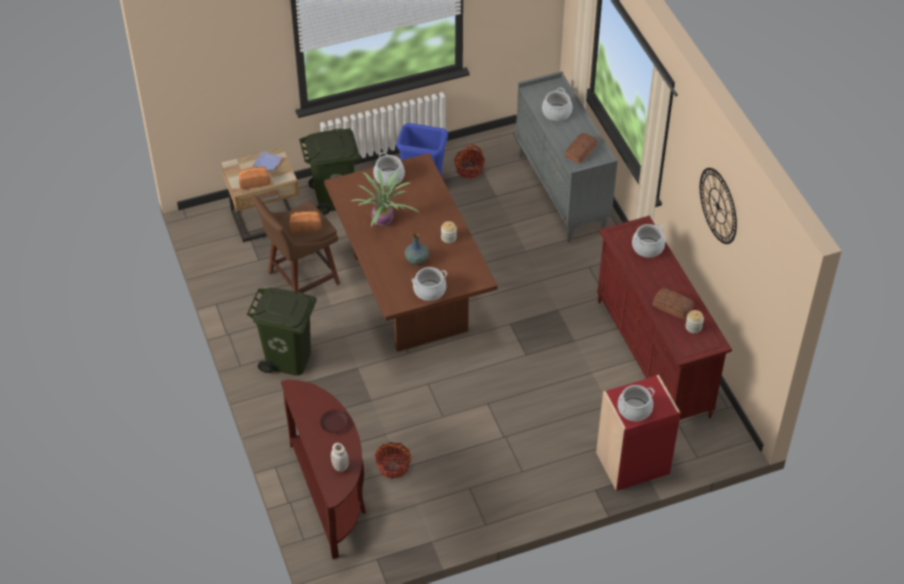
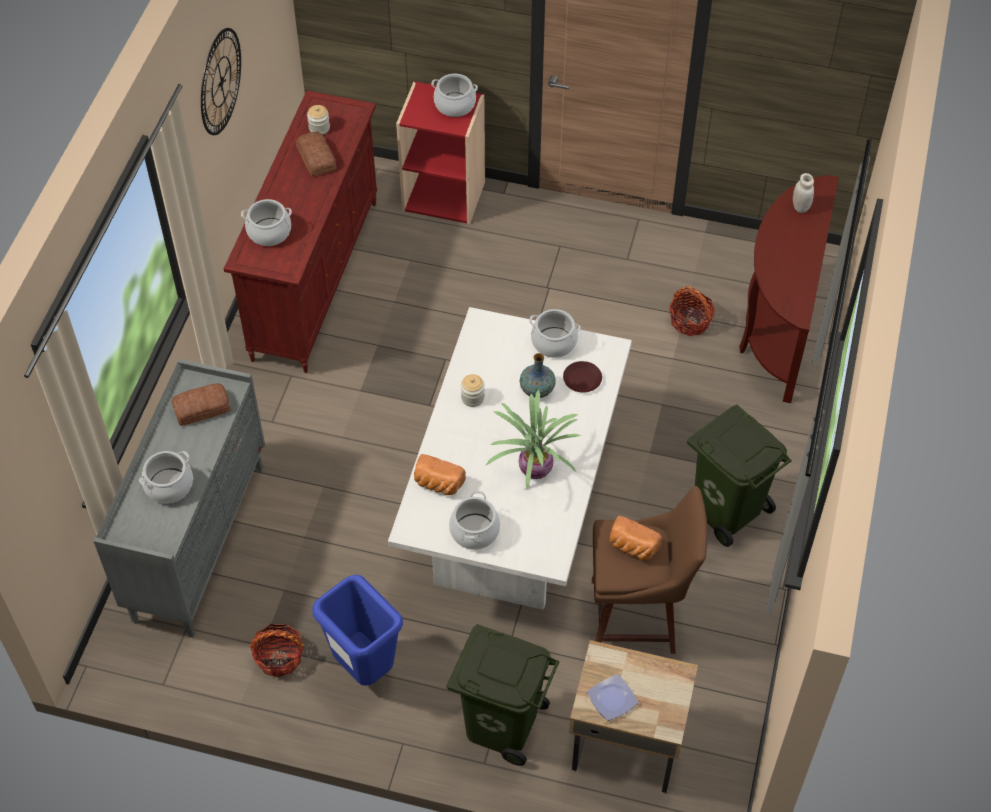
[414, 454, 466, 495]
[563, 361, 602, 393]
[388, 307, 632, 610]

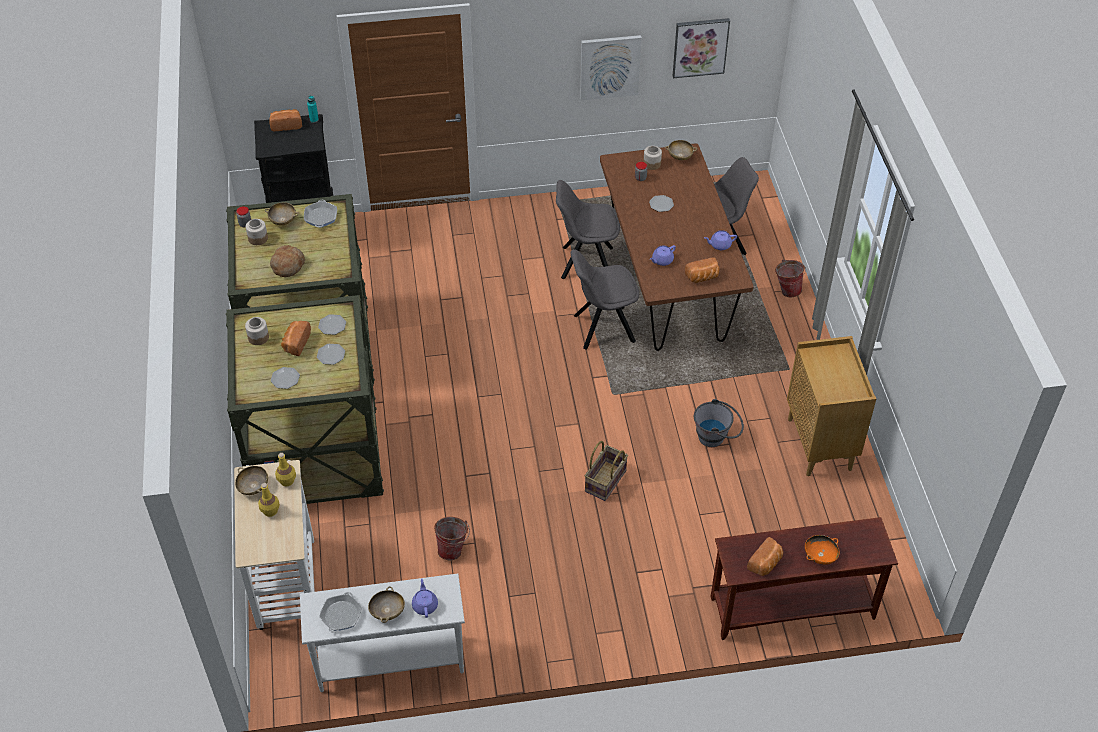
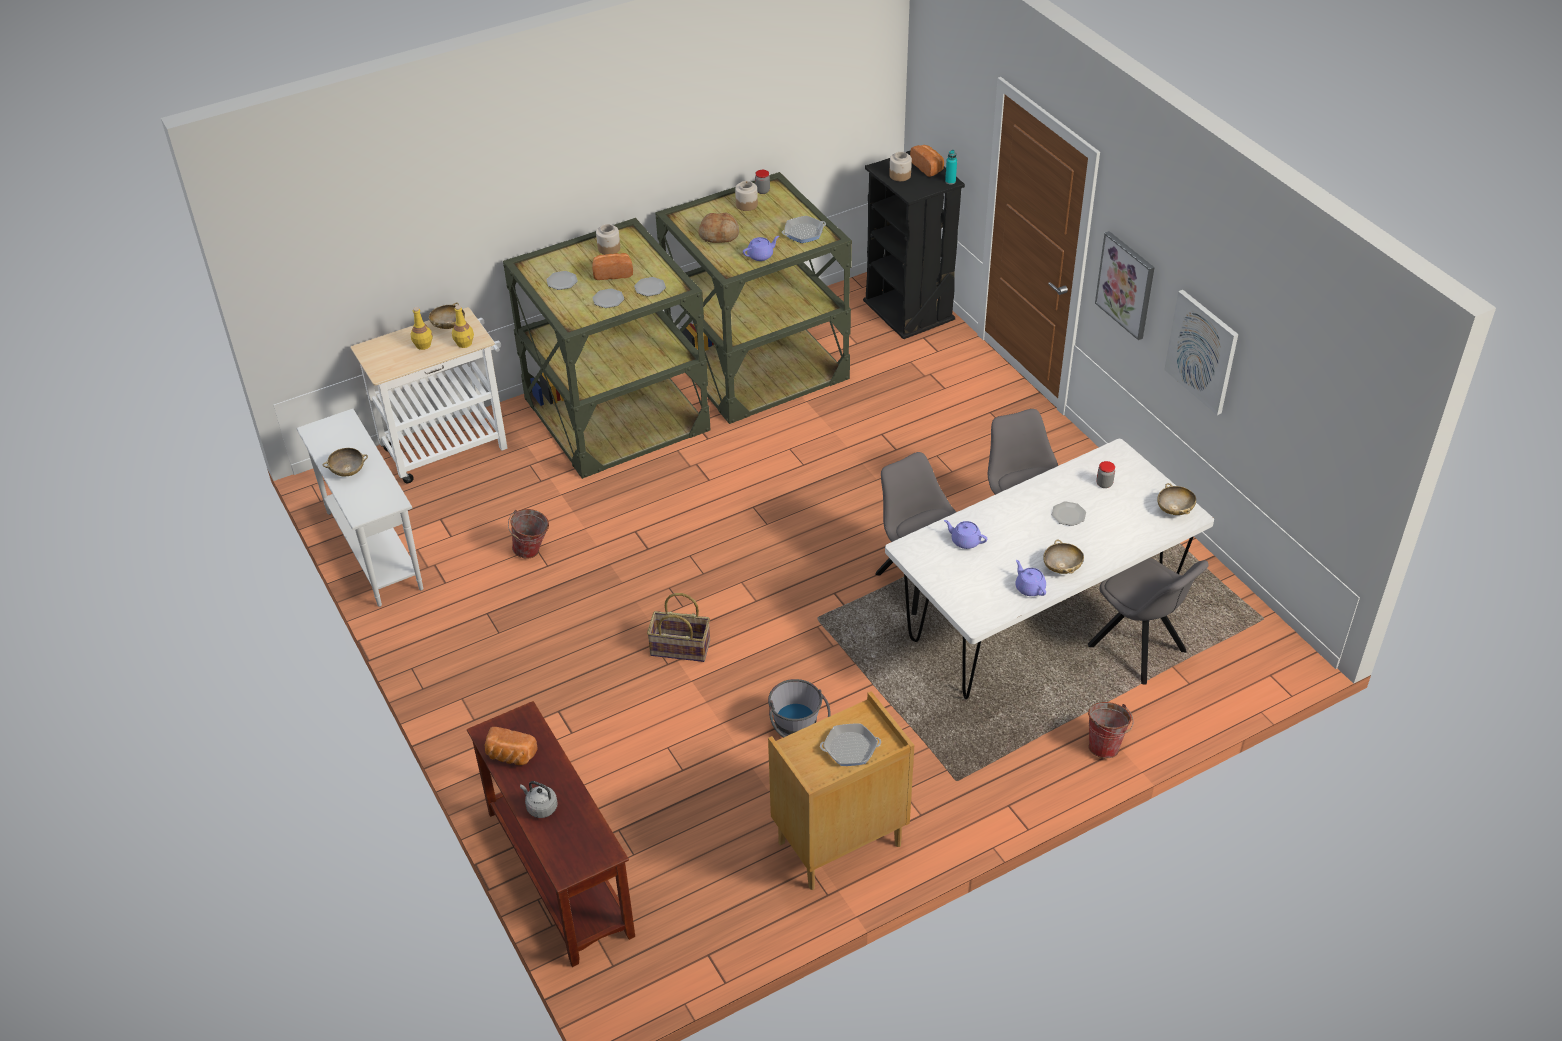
[685, 257, 719, 283] (first image)
[1043, 539, 1084, 574]
[820, 724, 881, 766]
[743, 236, 779, 261]
[889, 152, 912, 181]
[1095, 231, 1155, 340]
[520, 781, 558, 818]
[885, 439, 1214, 699]

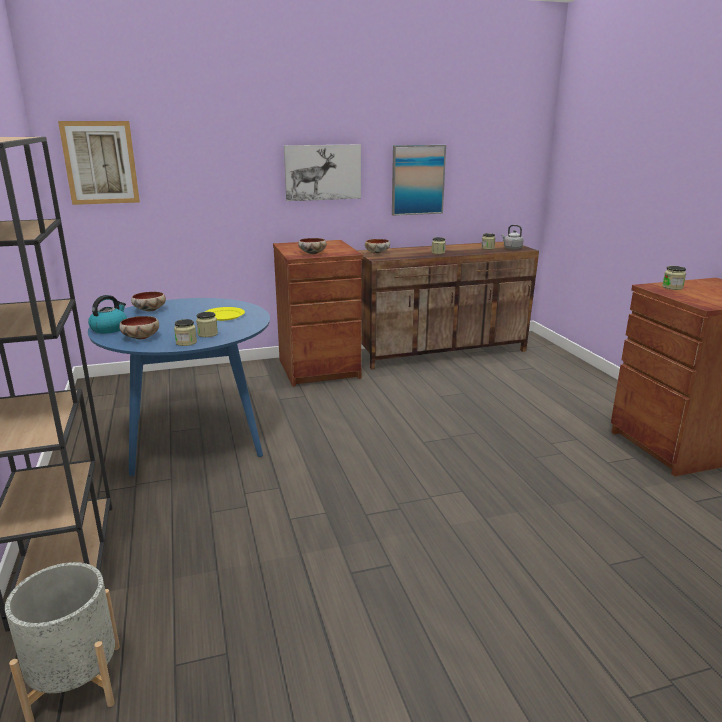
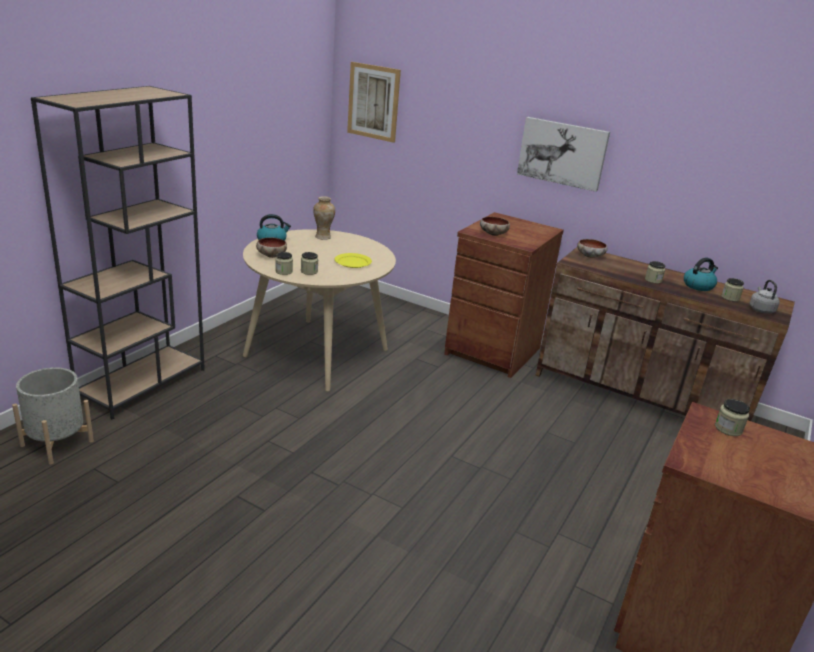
[392, 145, 446, 216] (first image)
[684, 258, 718, 291]
[313, 196, 335, 240]
[243, 229, 396, 391]

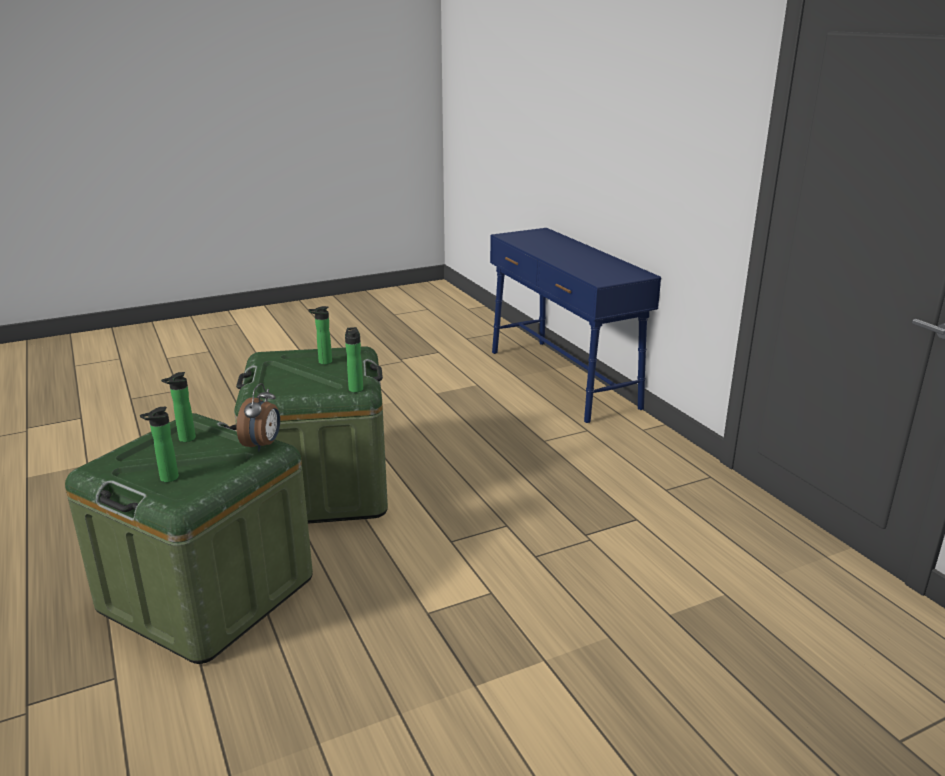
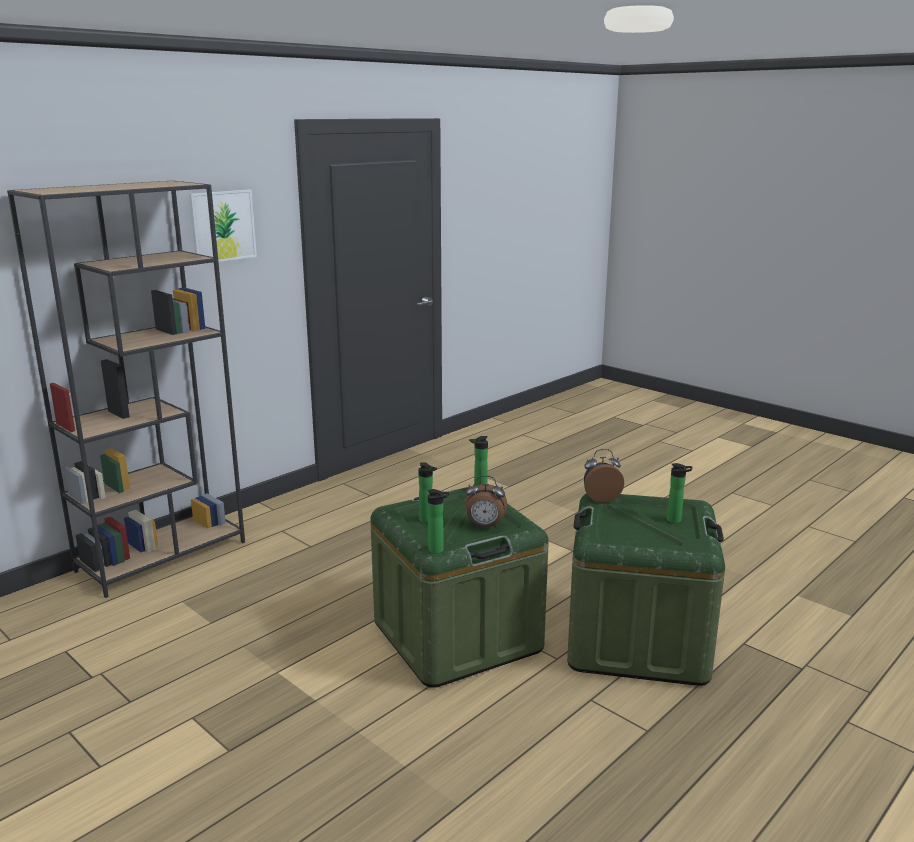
[189, 190, 257, 265]
[465, 475, 507, 528]
[427, 489, 450, 554]
[7, 181, 245, 598]

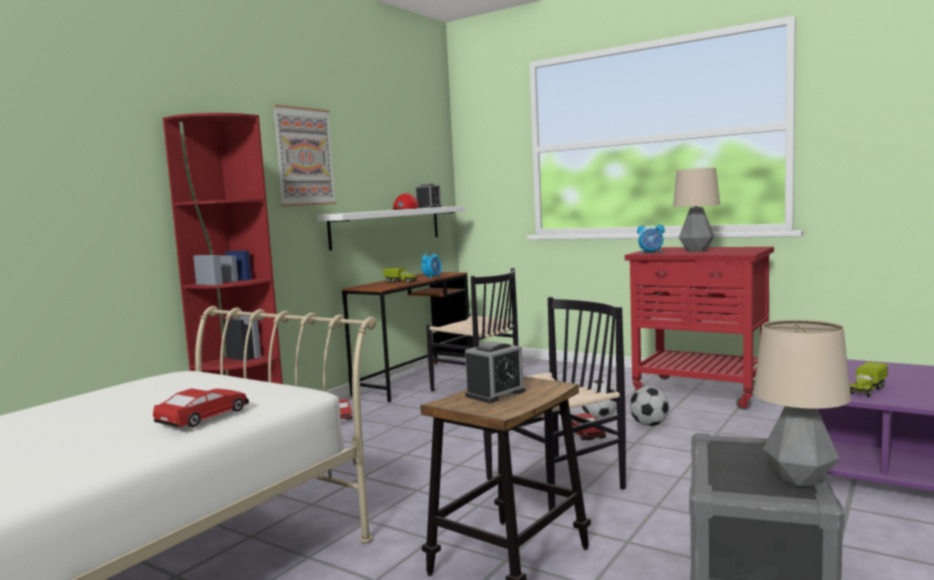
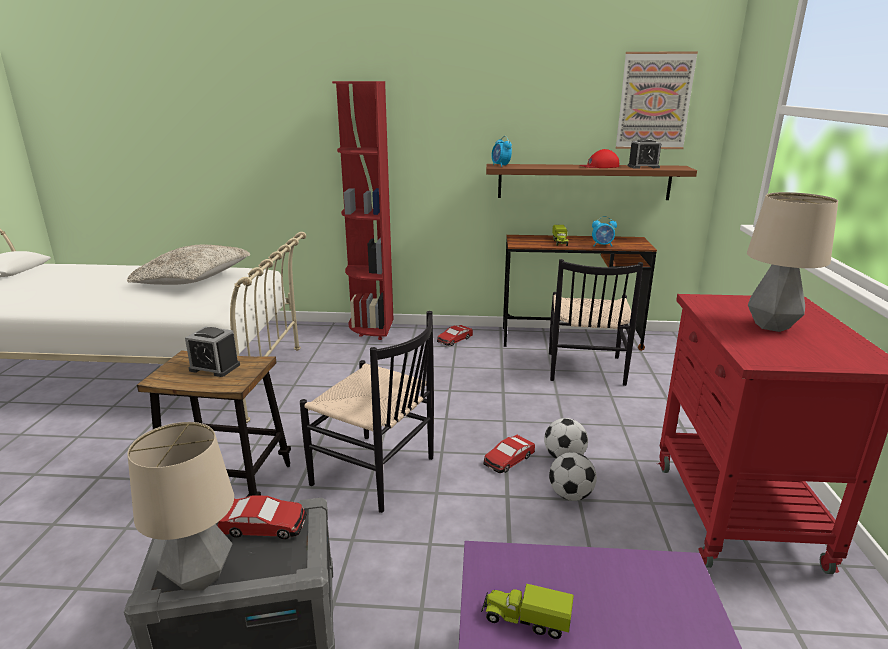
[127, 244, 250, 285]
[217, 495, 307, 540]
[616, 52, 698, 149]
[491, 136, 512, 167]
[486, 164, 697, 200]

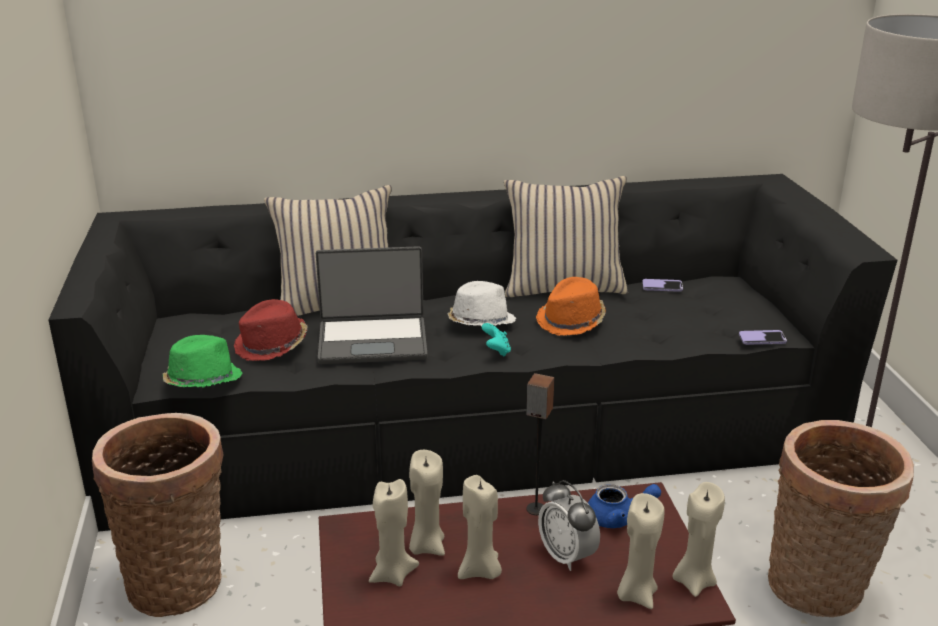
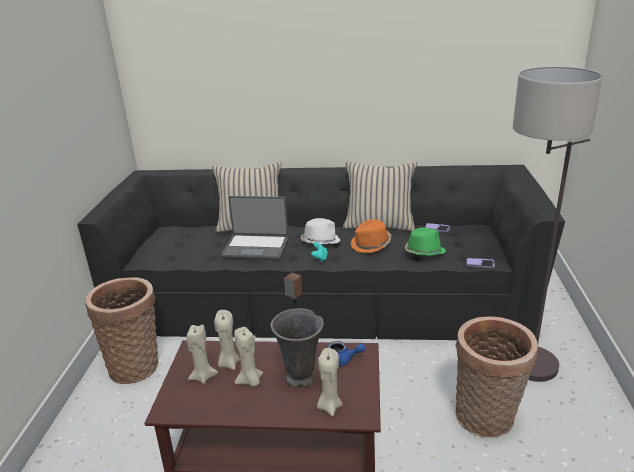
[234, 299, 307, 361] (first image)
[672, 482, 725, 597] (first image)
[404, 228, 446, 256]
[271, 308, 324, 388]

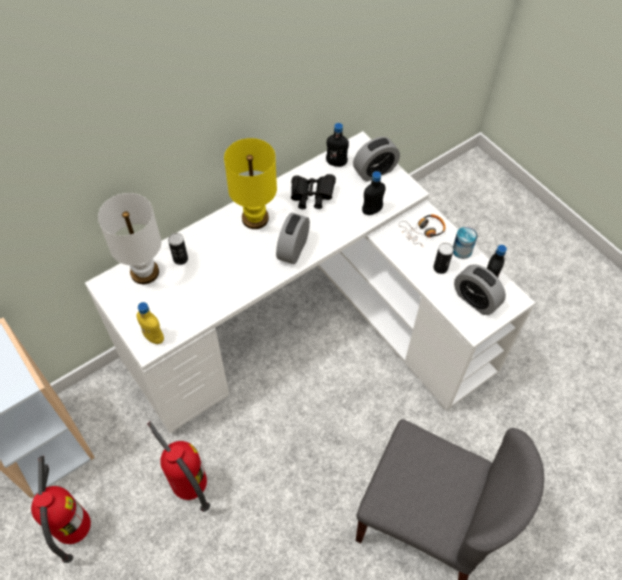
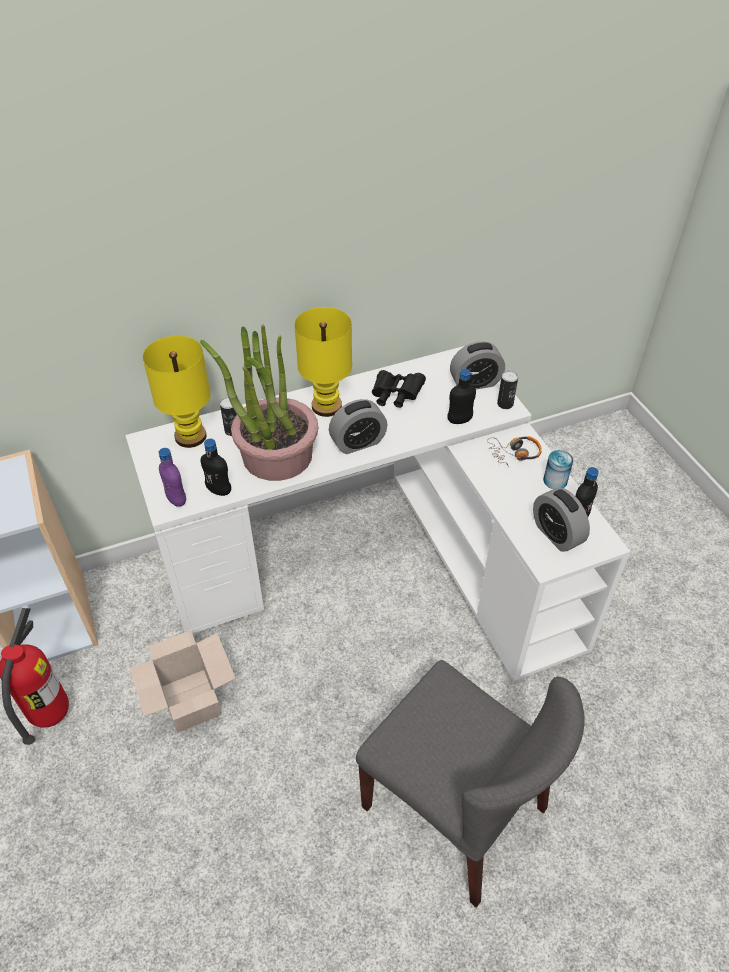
[200, 325, 318, 481]
[200, 438, 231, 496]
[497, 371, 518, 409]
[129, 630, 236, 733]
[143, 336, 211, 448]
[159, 448, 186, 507]
[329, 399, 387, 454]

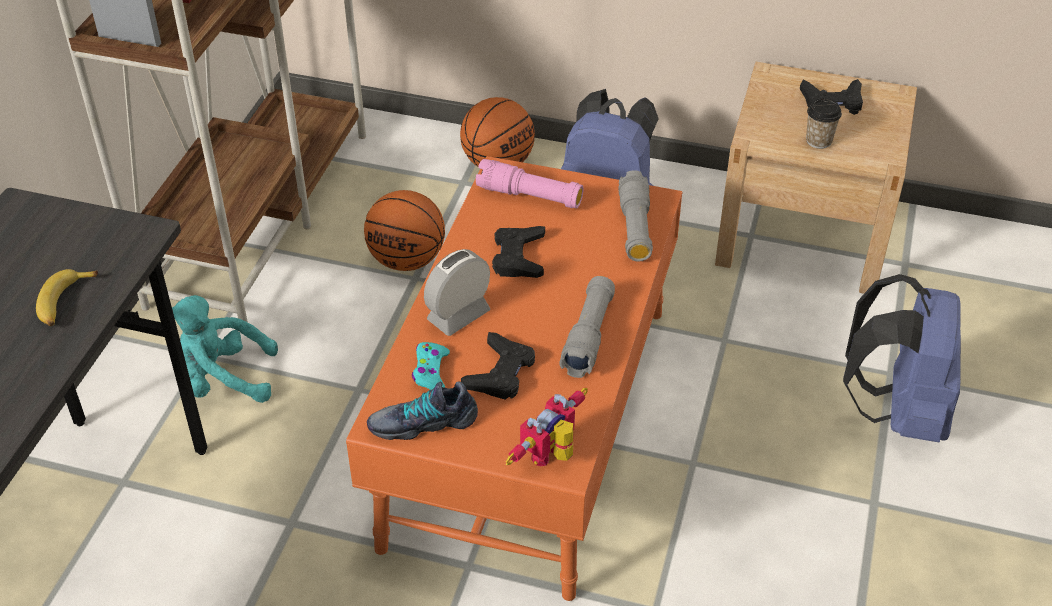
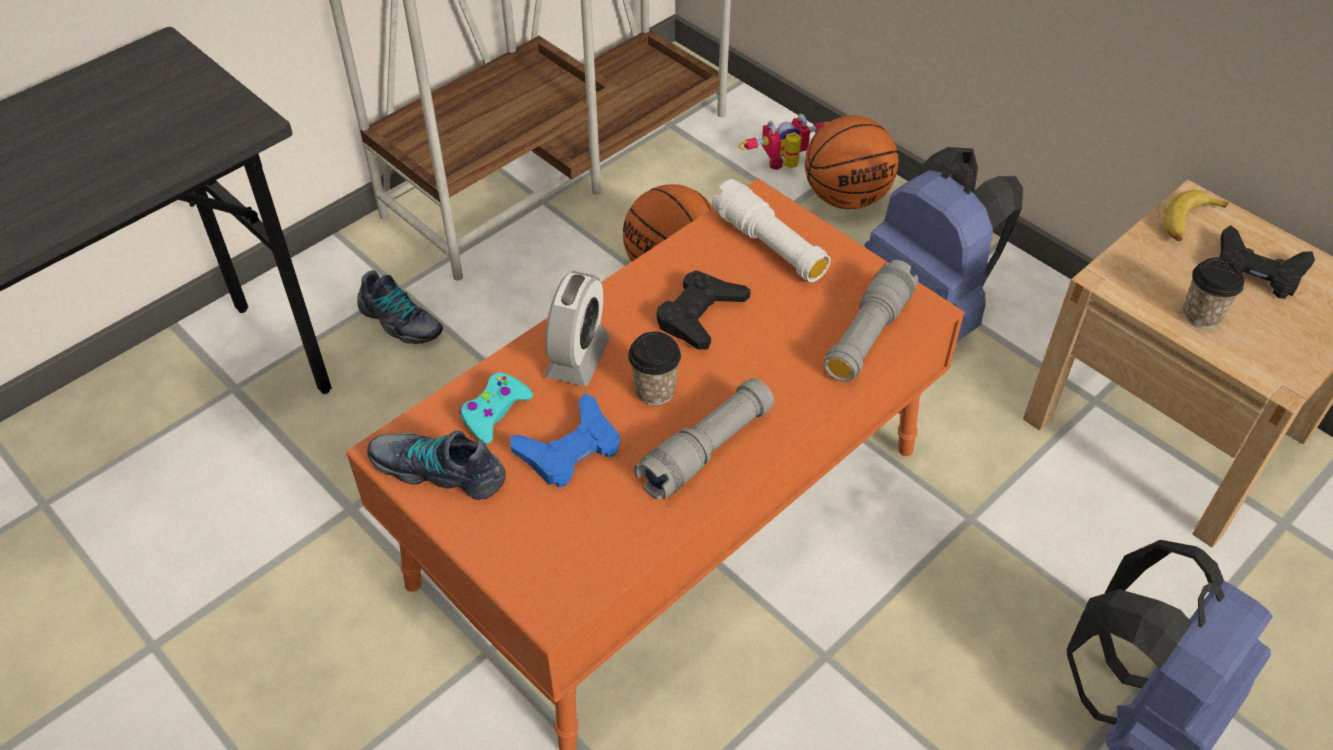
[628, 332, 681, 405]
[1164, 190, 1229, 241]
[738, 114, 828, 170]
[357, 270, 443, 344]
[510, 393, 620, 487]
[712, 179, 831, 282]
[544, 271, 610, 386]

